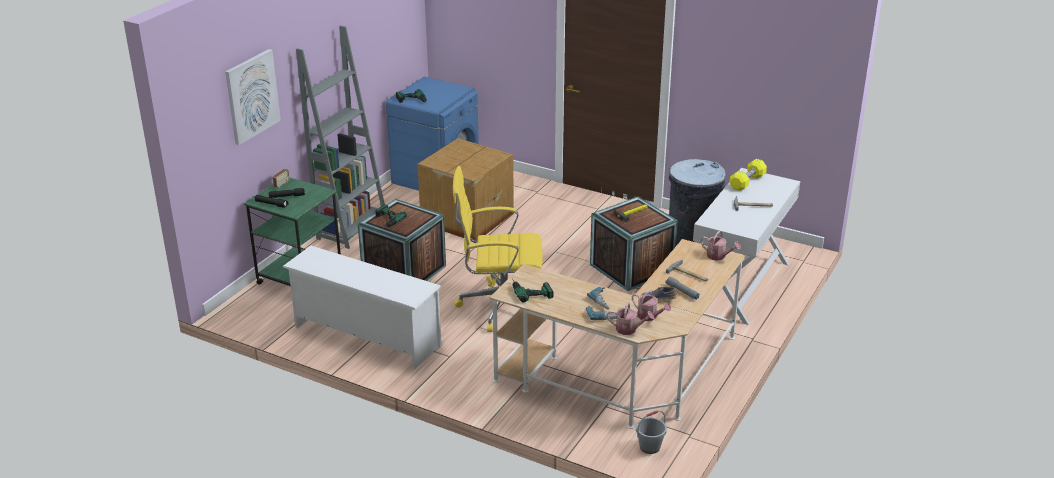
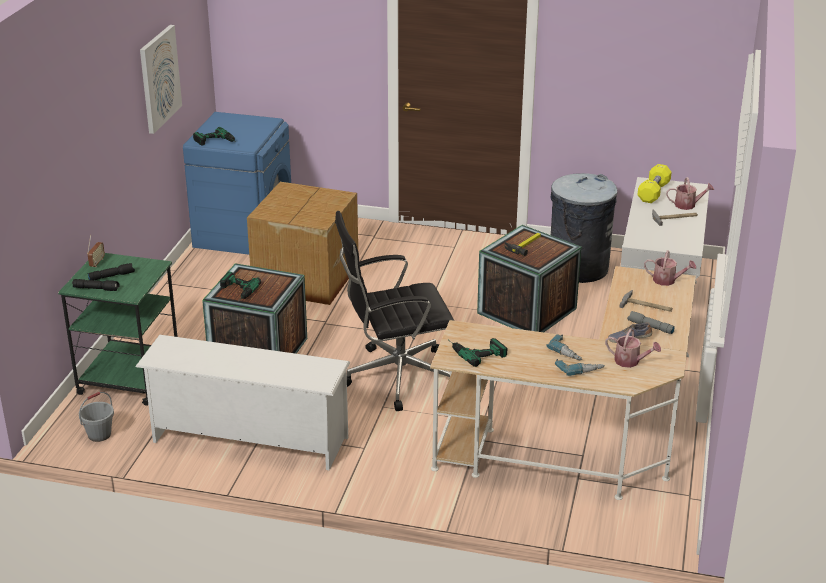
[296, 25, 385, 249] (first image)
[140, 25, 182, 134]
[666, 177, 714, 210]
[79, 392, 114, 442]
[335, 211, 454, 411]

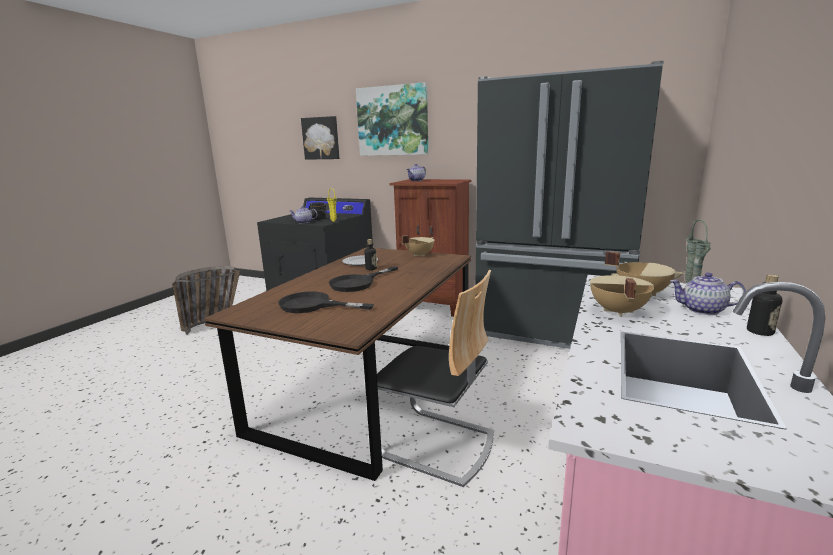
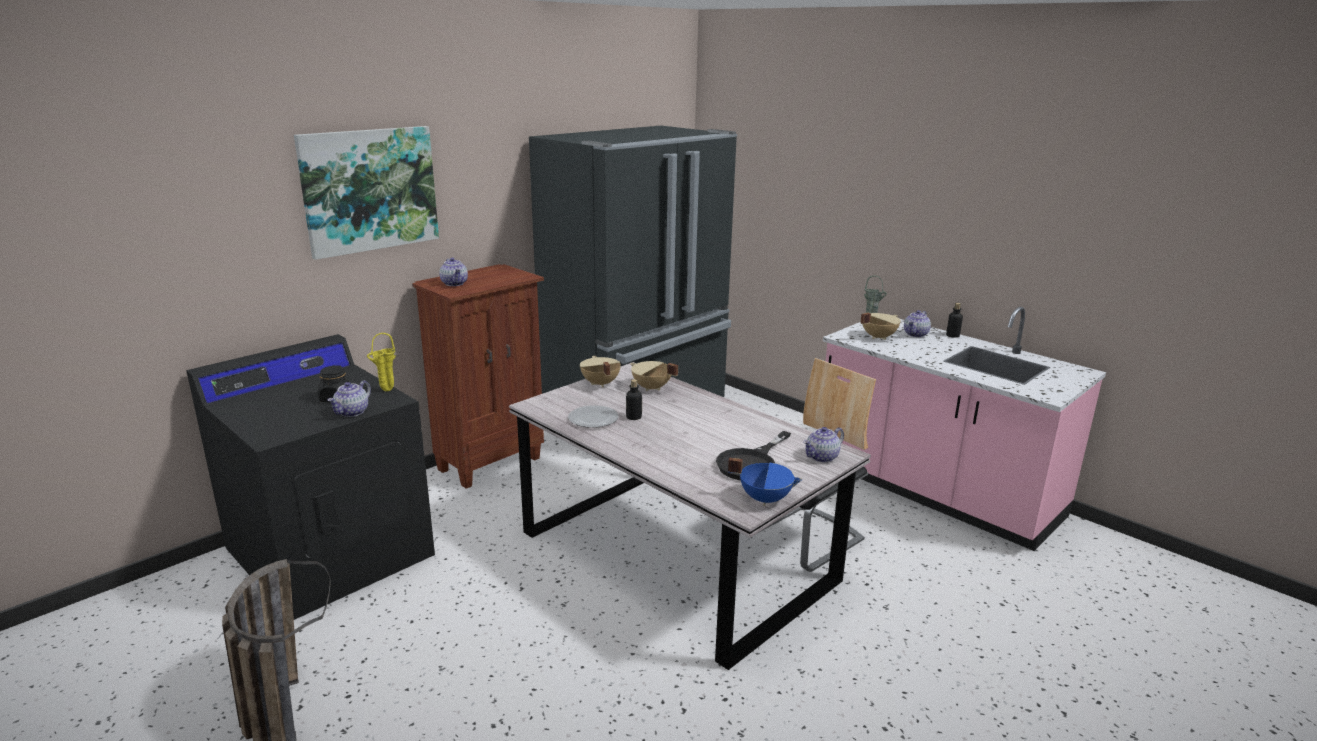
[301, 116, 340, 160] (first image)
[329, 266, 398, 292] (first image)
[728, 458, 802, 506]
[803, 427, 844, 463]
[630, 361, 678, 391]
[509, 362, 871, 670]

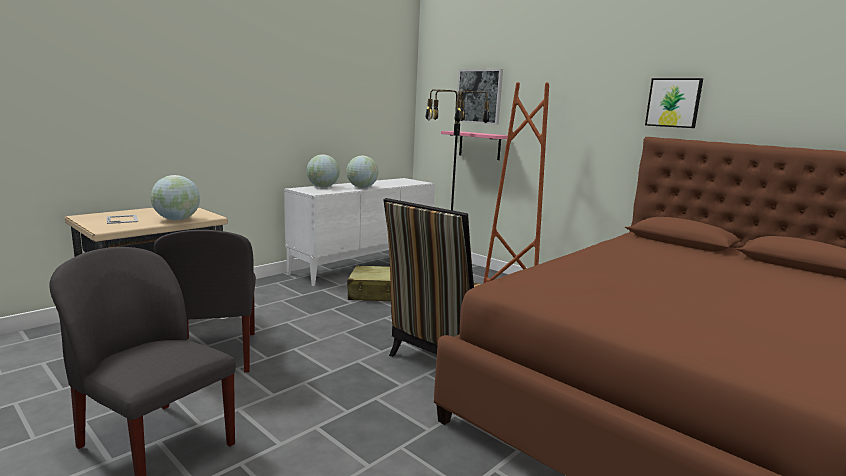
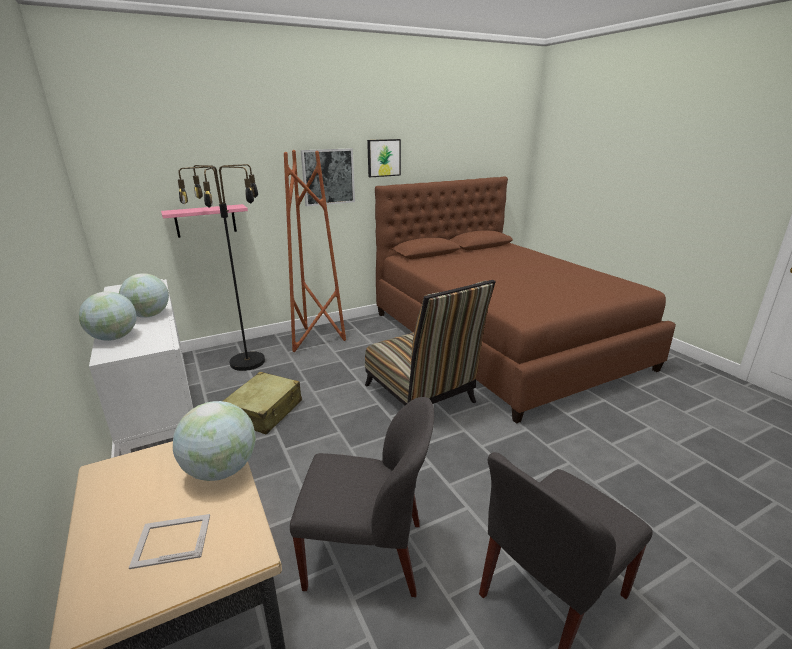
[301, 148, 355, 206]

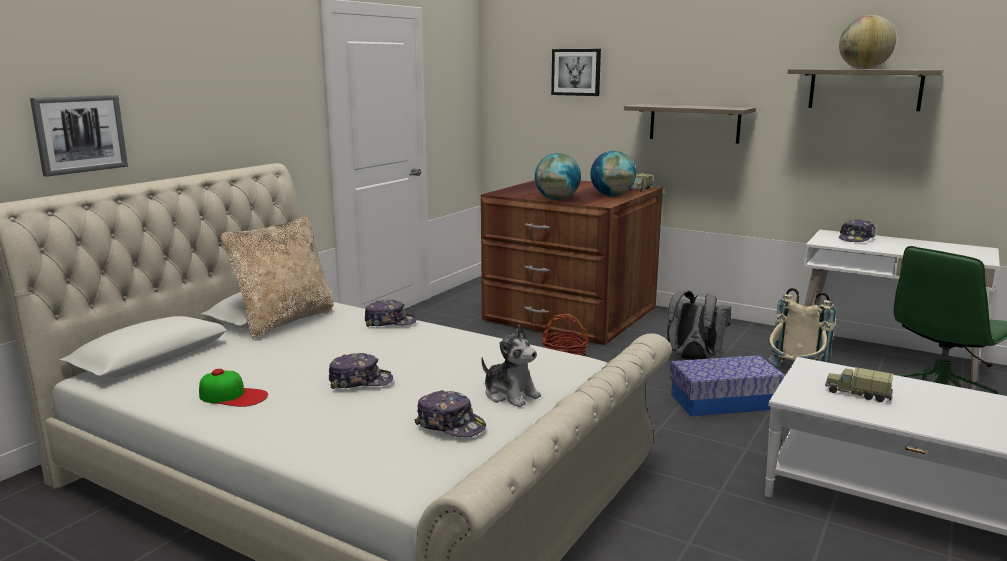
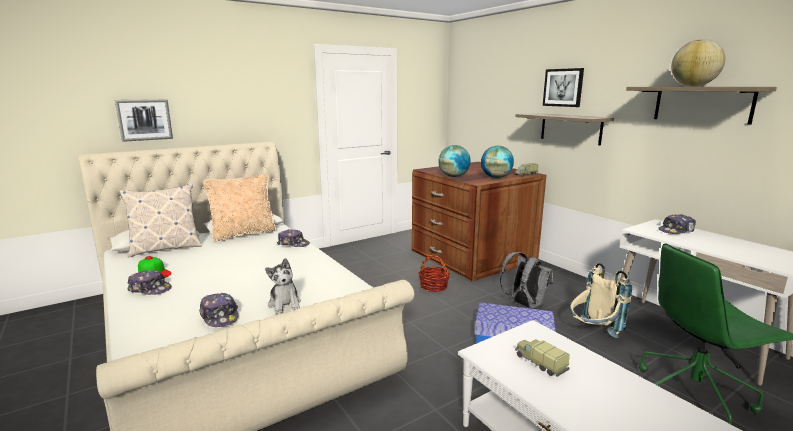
[119, 184, 202, 257]
[127, 270, 172, 295]
[543, 68, 584, 107]

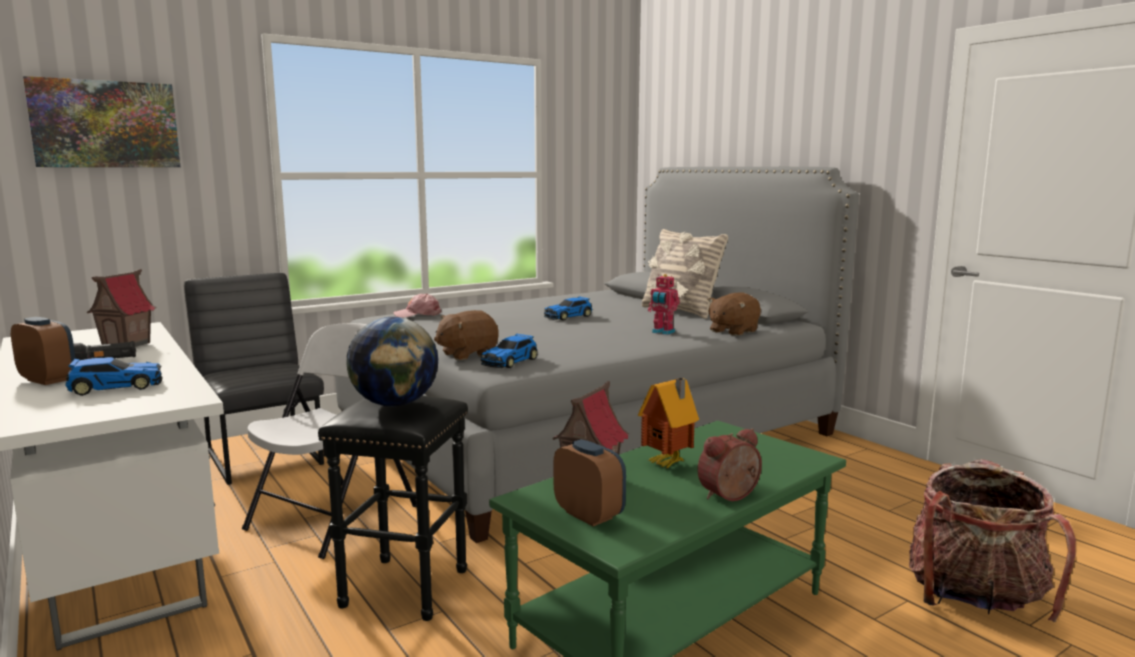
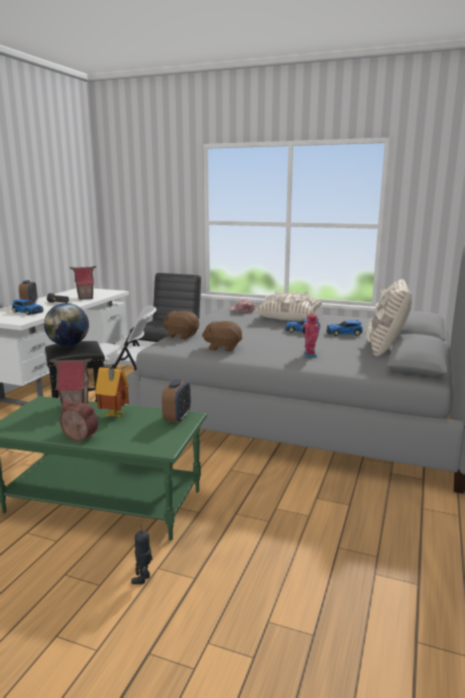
[23, 76, 181, 167] (first image)
[909, 459, 1076, 622] (first image)
[131, 525, 153, 584]
[256, 290, 322, 321]
[327, 320, 363, 336]
[162, 379, 191, 423]
[202, 321, 242, 352]

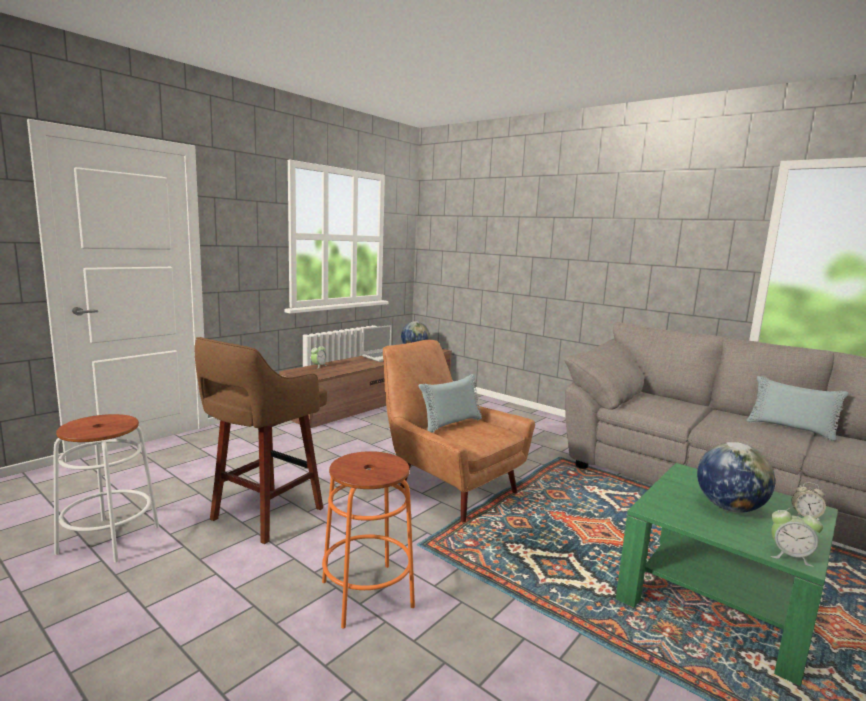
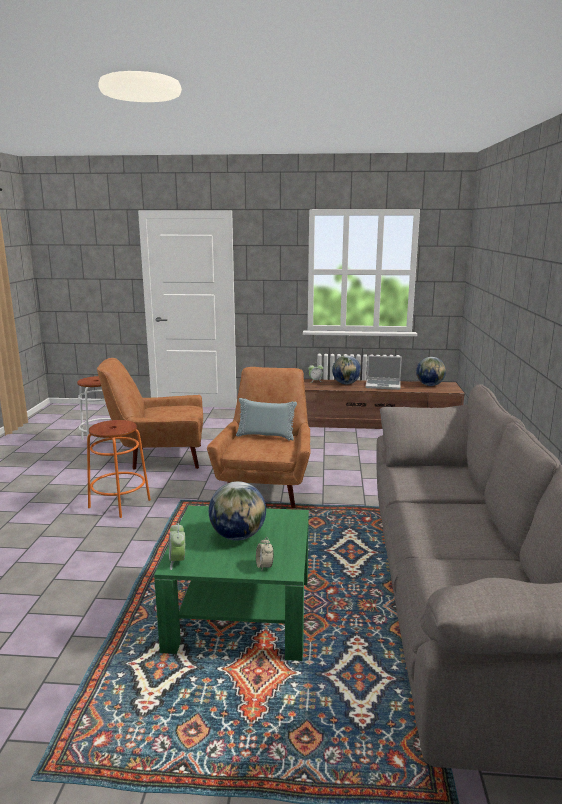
[746, 376, 848, 441] (first image)
[332, 355, 361, 384]
[97, 358, 203, 469]

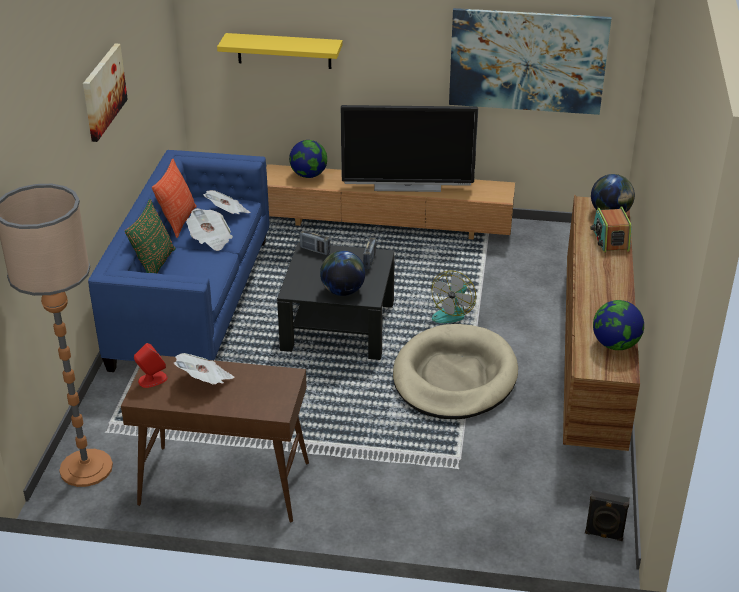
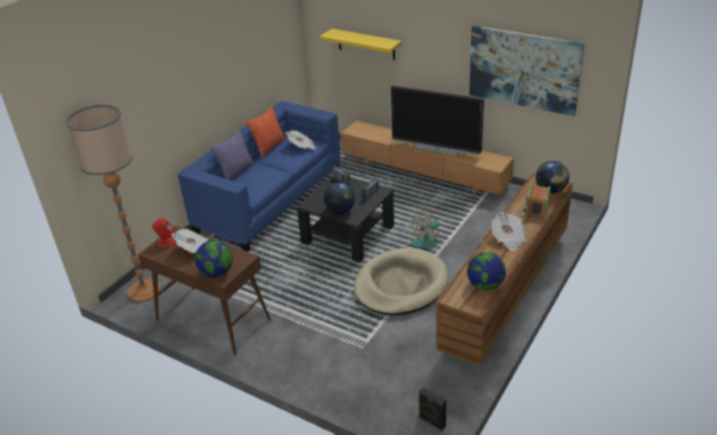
[83, 43, 128, 142] (first image)
[491, 212, 527, 251]
[195, 240, 233, 277]
[211, 129, 255, 180]

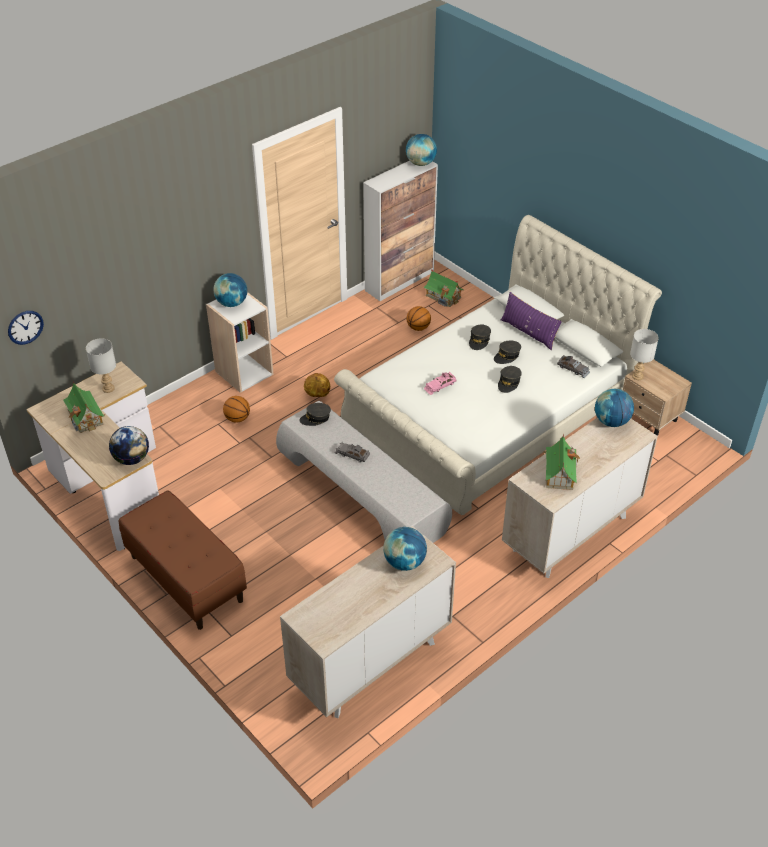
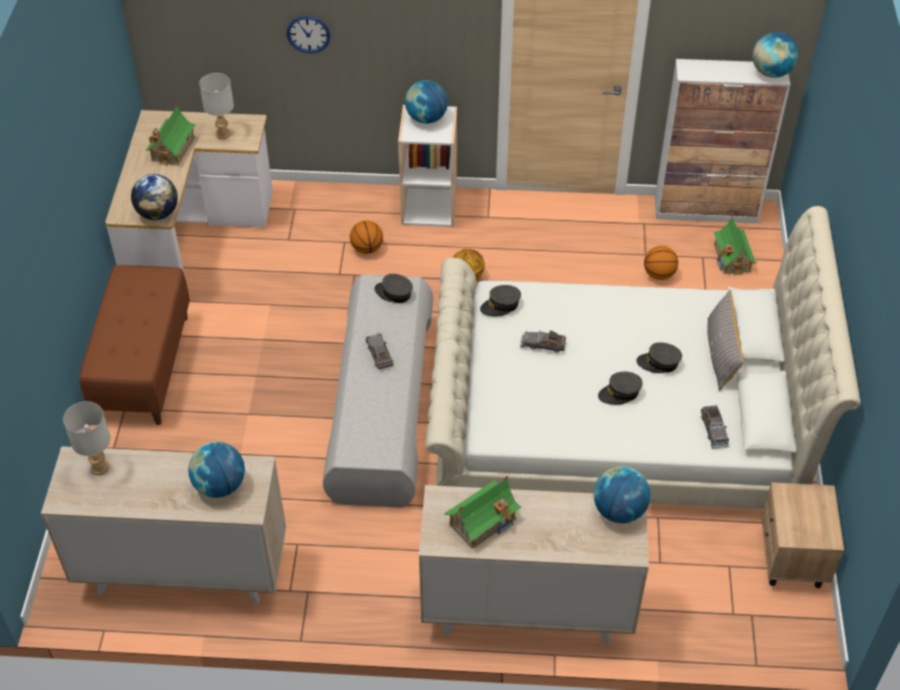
[287, 16, 330, 53]
[480, 285, 521, 316]
[63, 401, 111, 475]
[520, 330, 566, 352]
[707, 289, 744, 391]

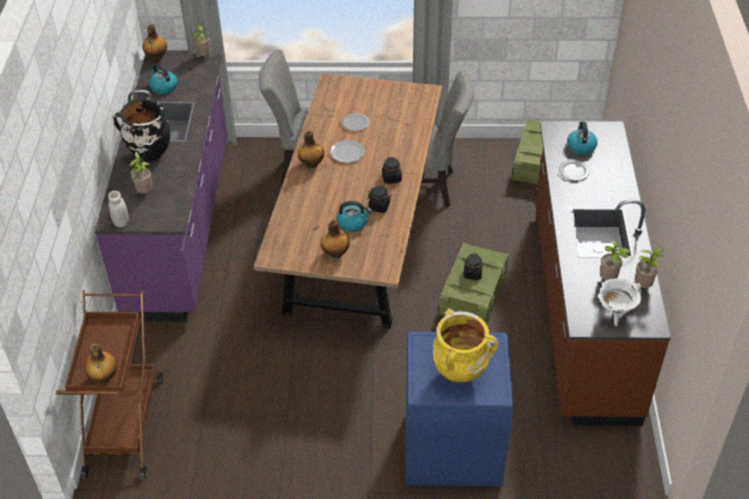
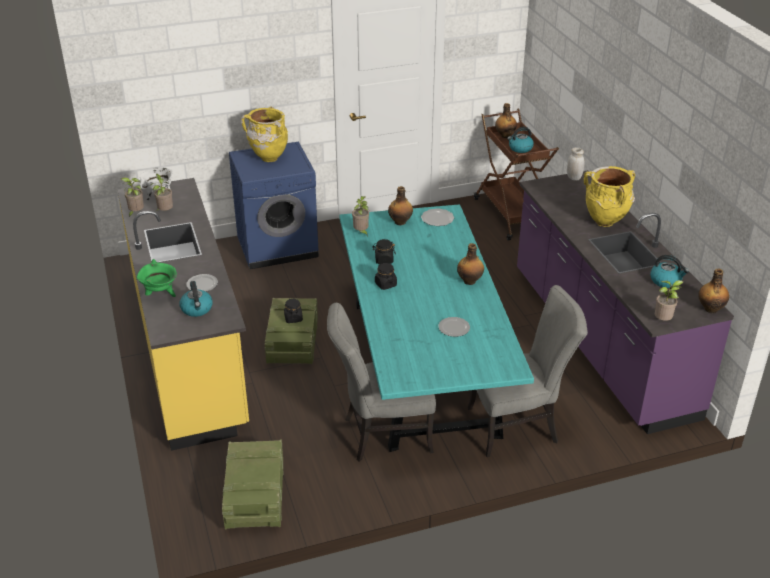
[137, 259, 177, 297]
[352, 196, 369, 235]
[421, 208, 454, 226]
[507, 127, 534, 153]
[584, 166, 635, 227]
[339, 204, 534, 452]
[117, 178, 249, 451]

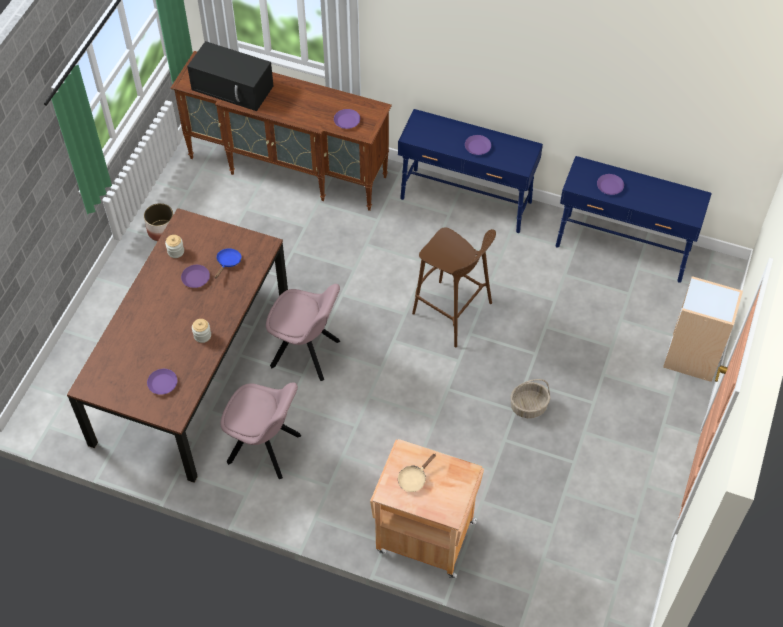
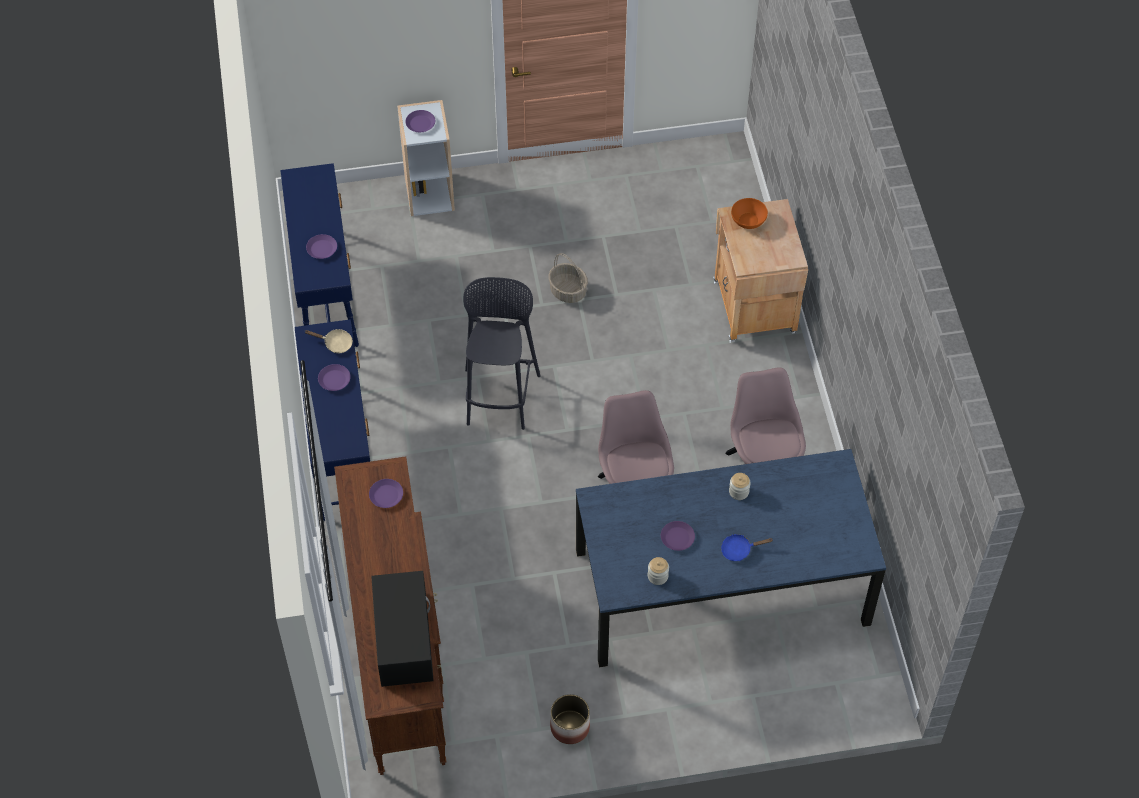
[731, 198, 768, 229]
[406, 110, 435, 132]
[721, 534, 773, 561]
[305, 329, 353, 353]
[576, 449, 886, 667]
[463, 277, 541, 430]

